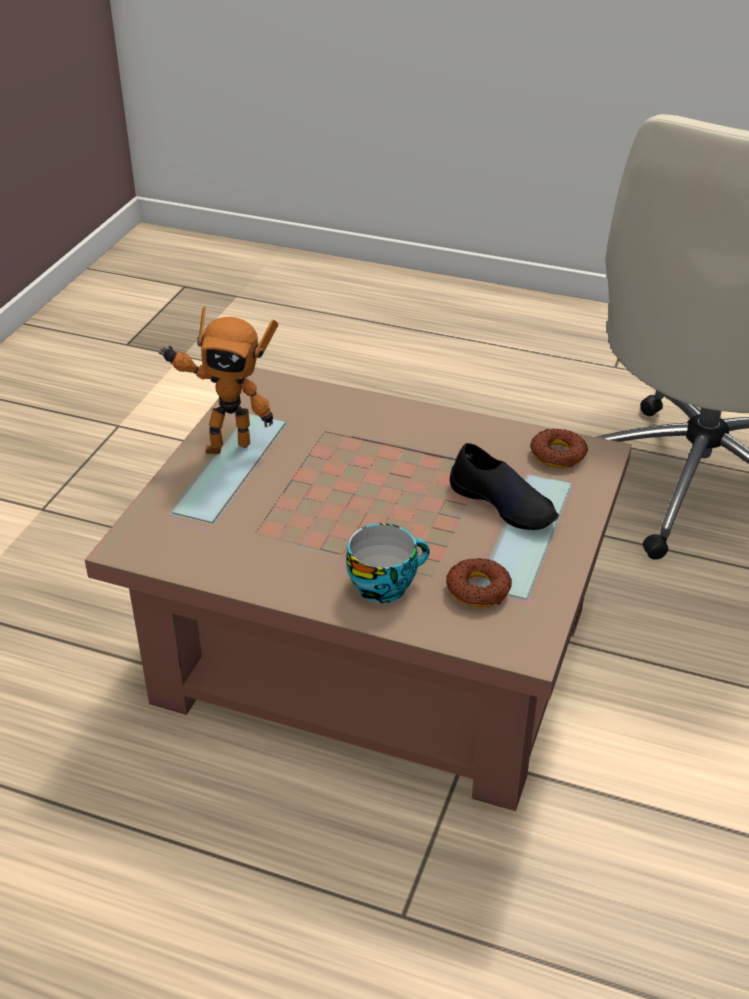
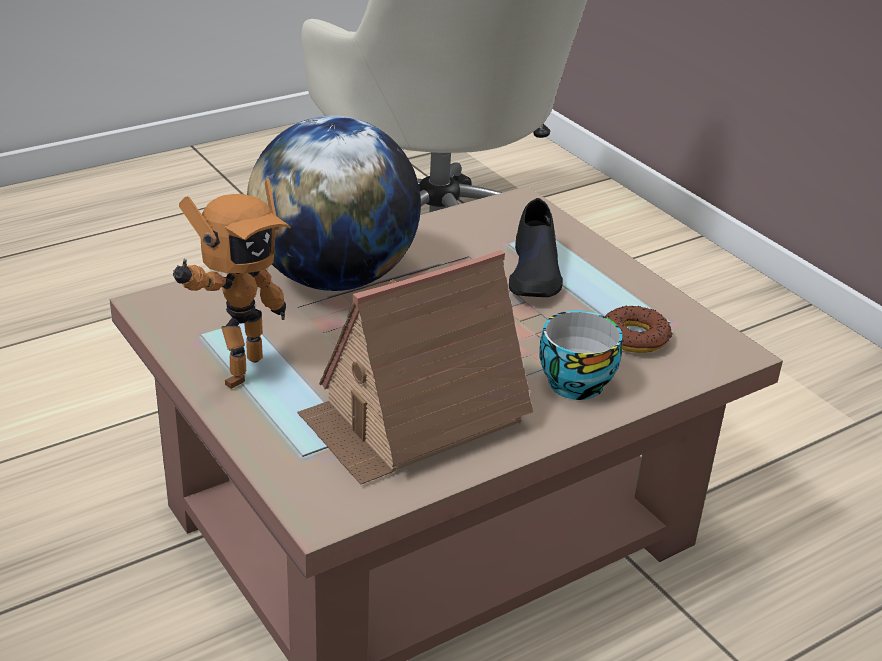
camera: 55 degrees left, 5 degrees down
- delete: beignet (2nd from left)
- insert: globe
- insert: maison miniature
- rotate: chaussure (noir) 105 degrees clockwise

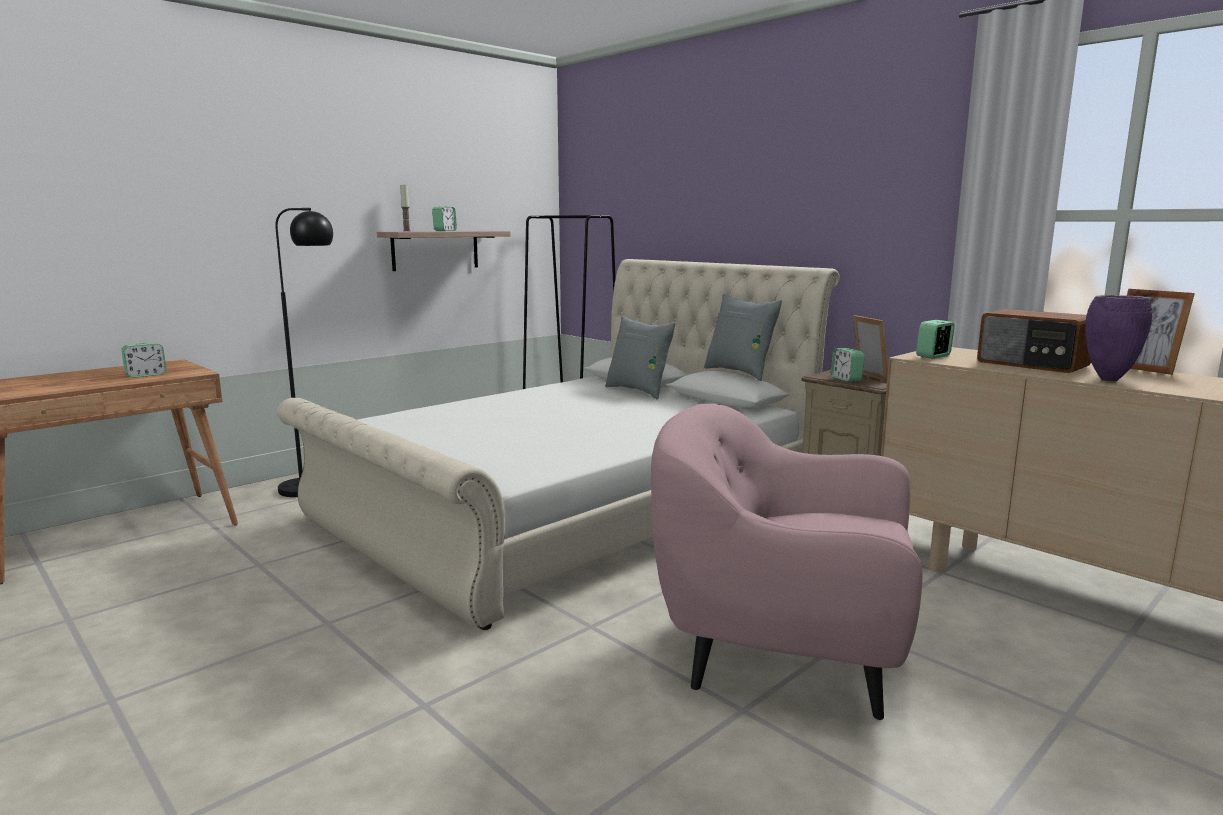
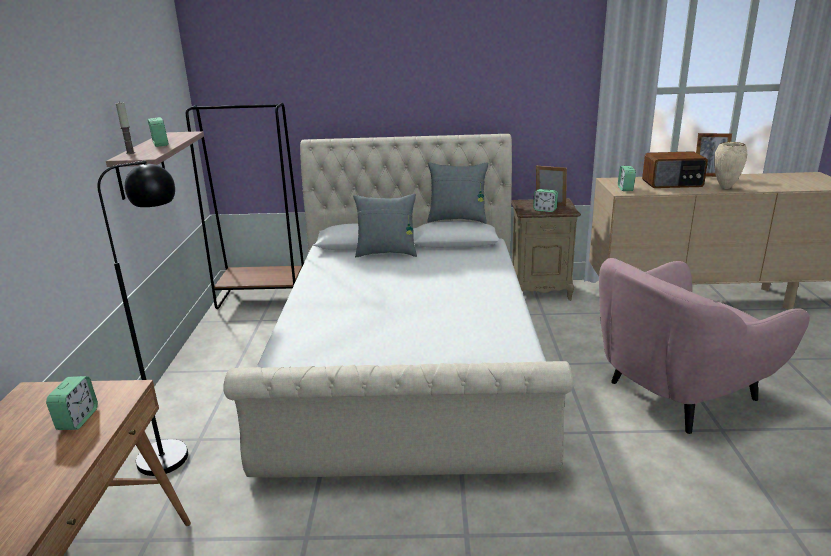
camera: 45 degrees left, 10 degrees up
- recolor: vase (violet) to vase (beige)

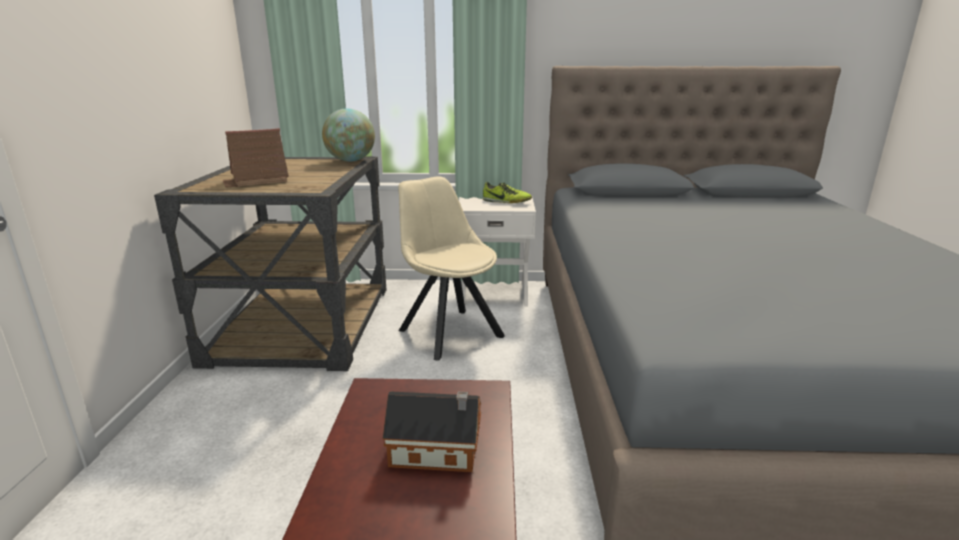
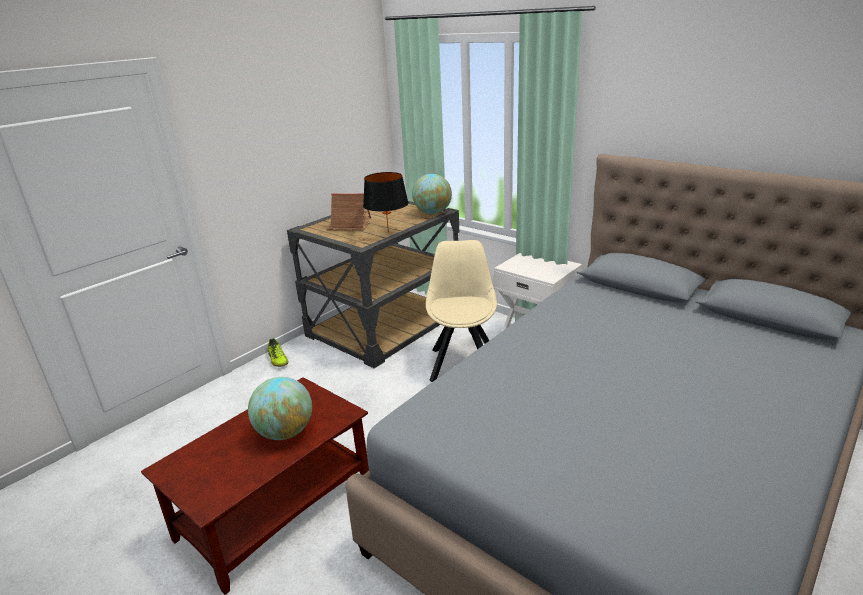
camera: 40 degrees right, 5 degrees up
- insert: lampe de table (noir)
- move: chaussure
- replace: maison miniature (2nd from left) to globe (1st from left)

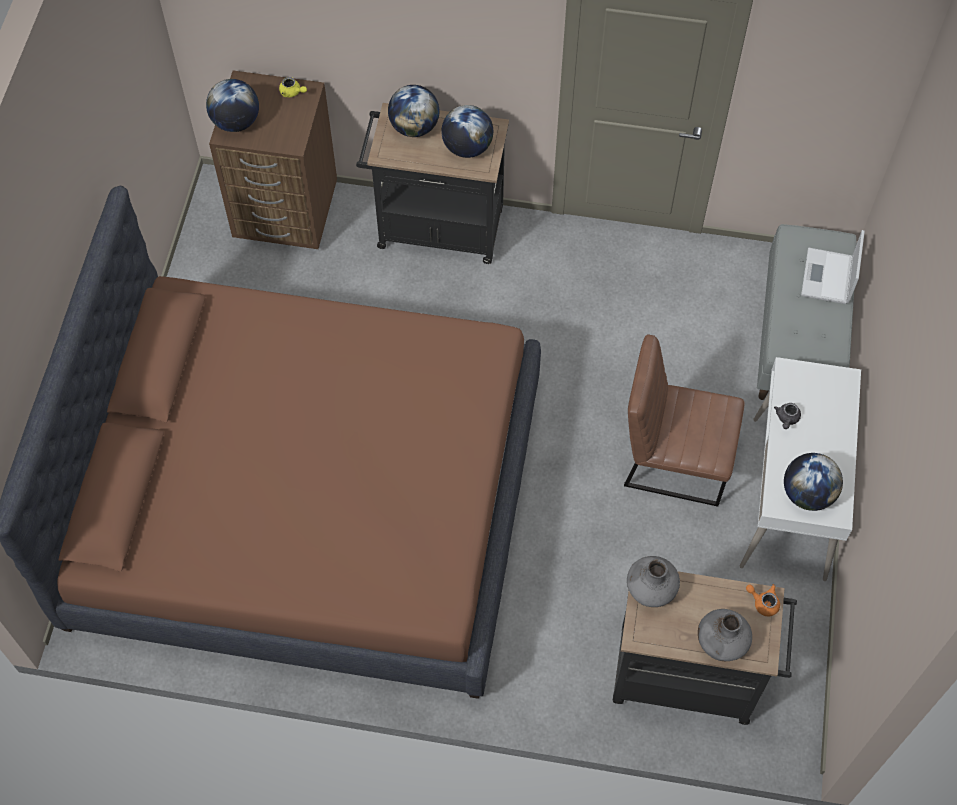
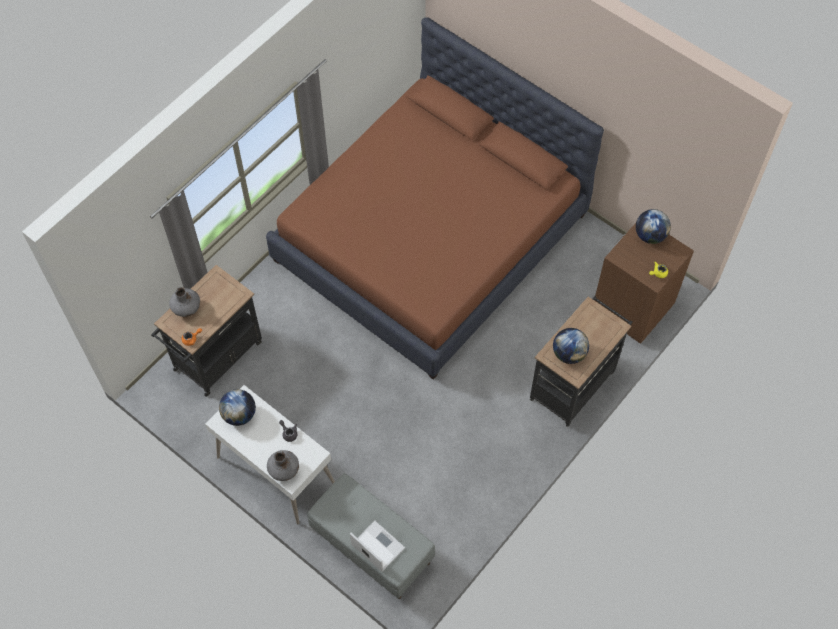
camera: 120 degrees right, 0 degrees up
- delete: globe (2nd from left)
- delete: chaise (marron)
- move: vase (gris) (1st from left in the first image) to vase (gris) (2nd from left)

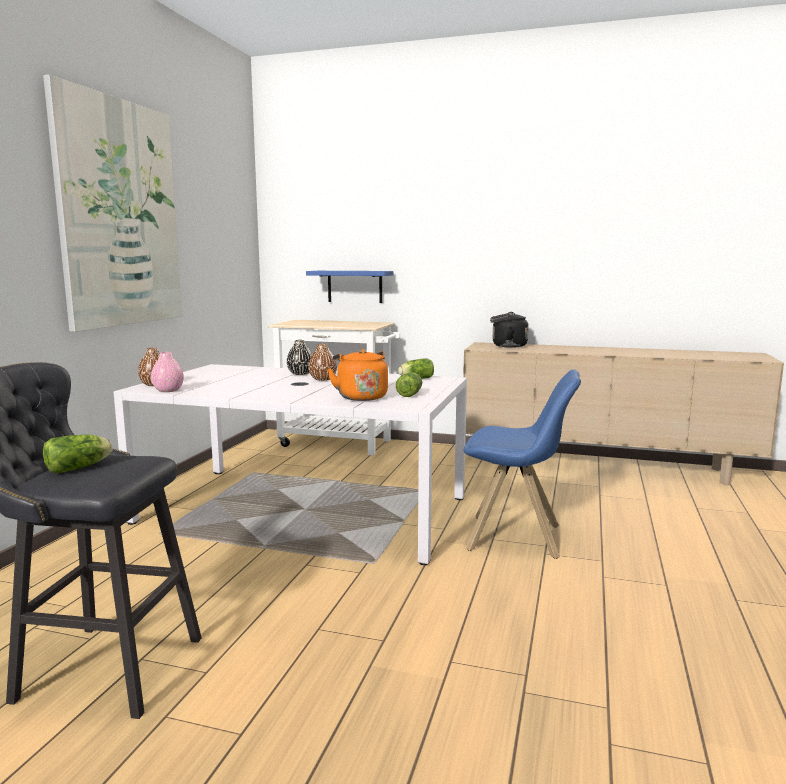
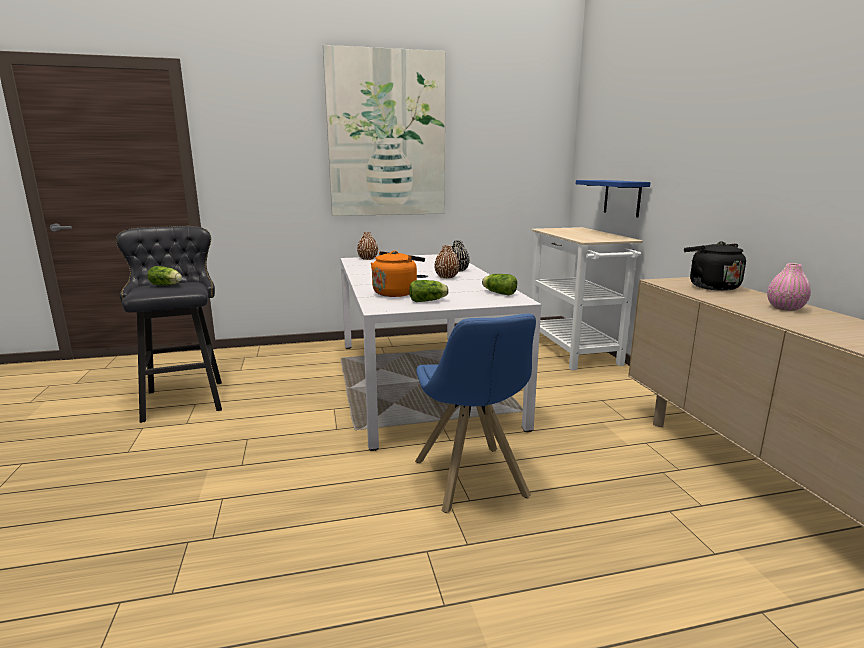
camera: 60 degrees right, 5 degrees up
- move: vase (rose)

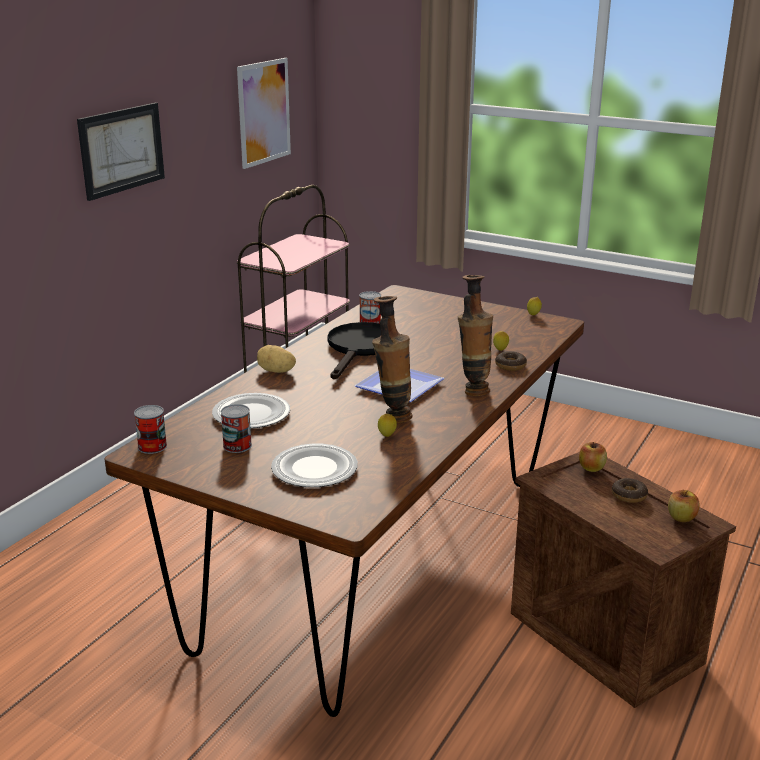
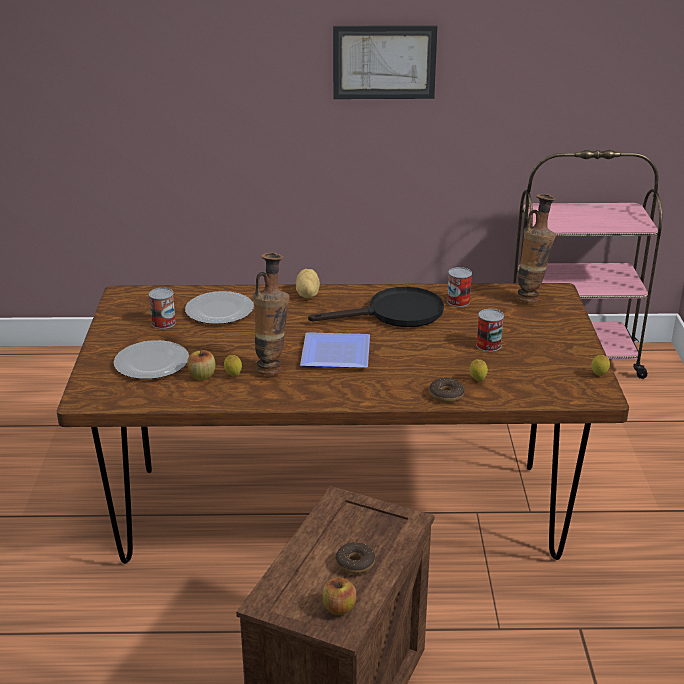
camera: 60 degrees right, 5 degrees up
- delete: tableau (2nd from left)
- move: boîte métallique (1st from left in the first image) to boîte métallique (3rd from left)
- move: vase (2nd from left)
- move: pomme (1st from left)

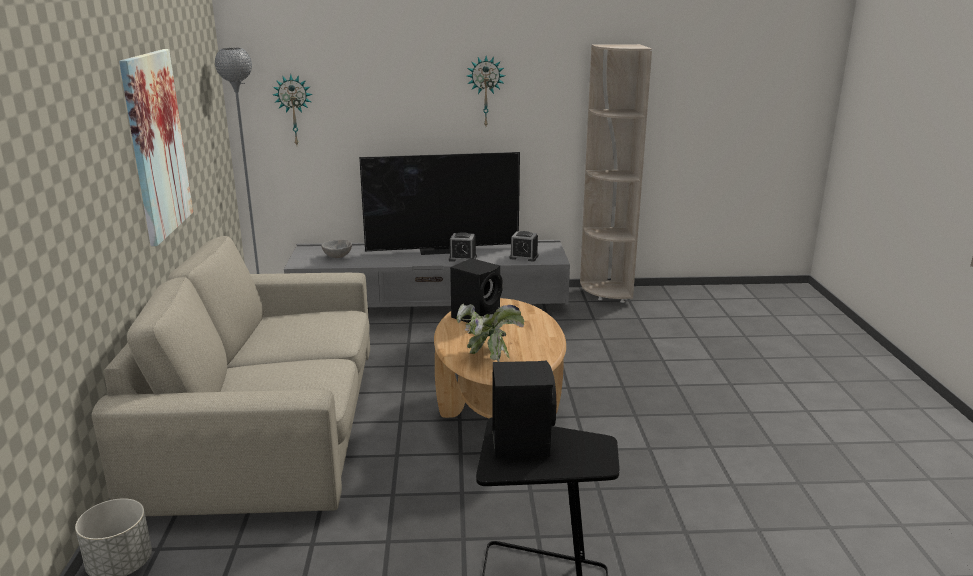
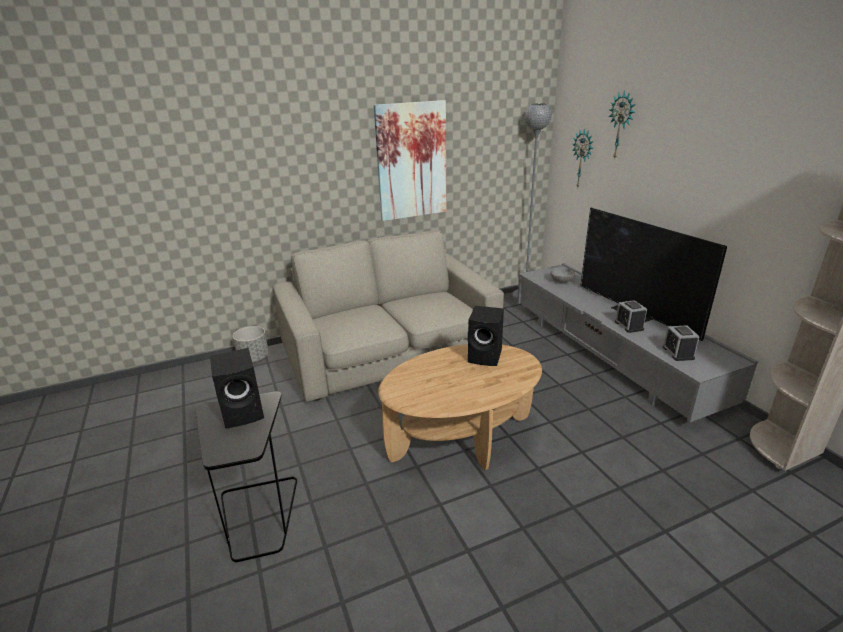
camera: 70 degrees right, 5 degrees up
- delete: plante en pot
- move: horloge murale (2nd from left)

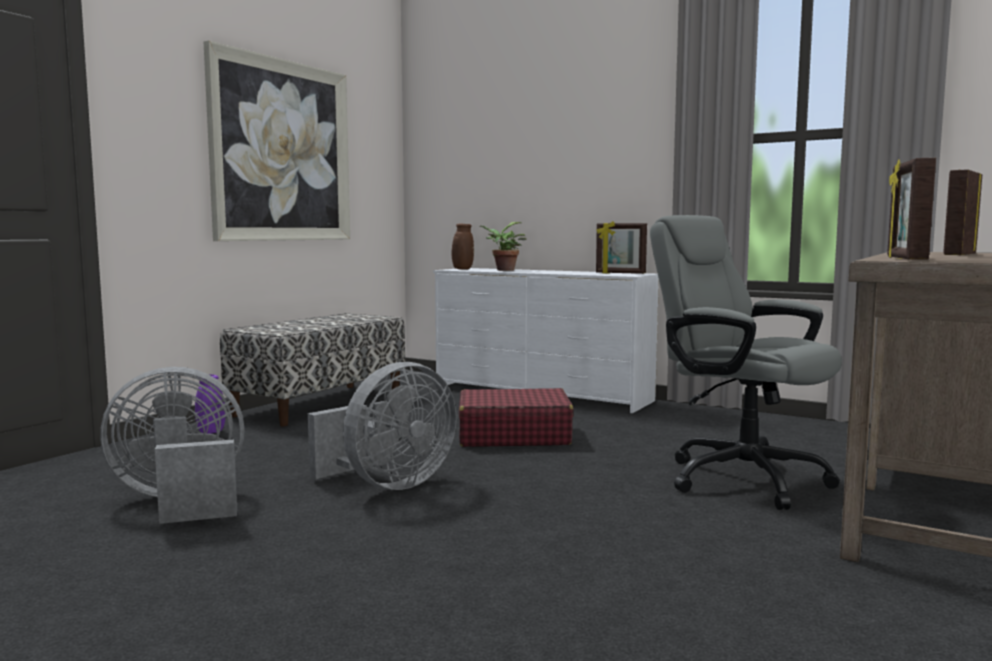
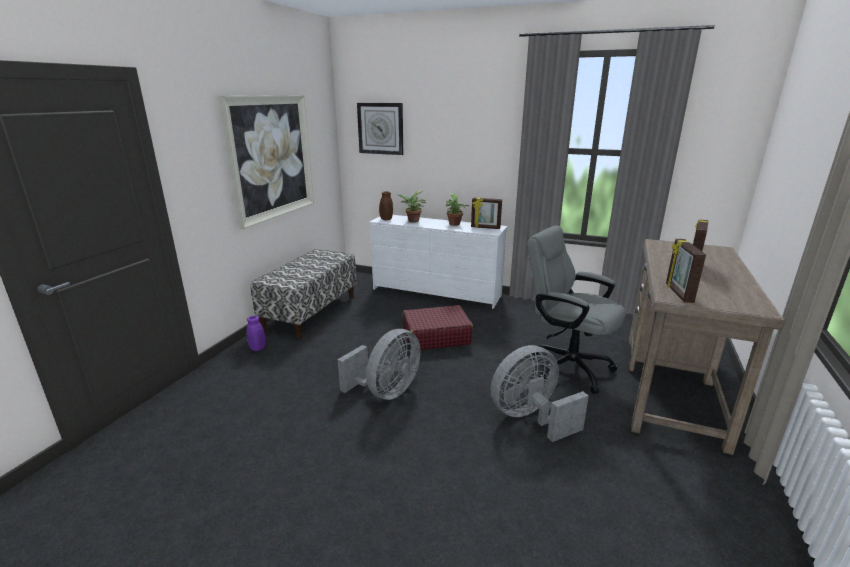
camera: 10 degrees left, 15 degrees up
- insert: horloge murale
- insert: plante en pot (2nd from left)
- move: ventilateur (gris) (1st from left in the first image) to ventilateur (gris) (2nd from left)

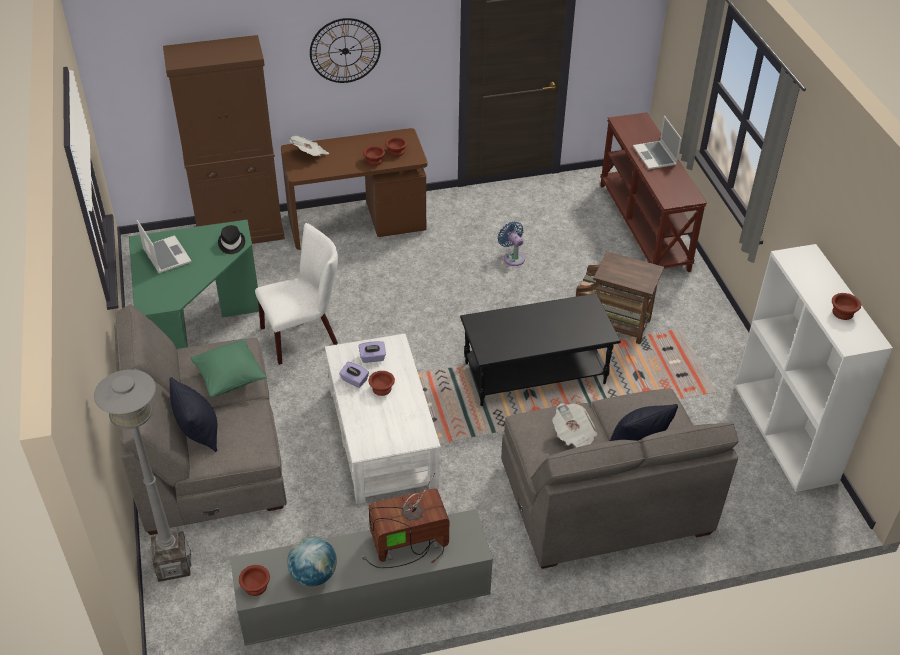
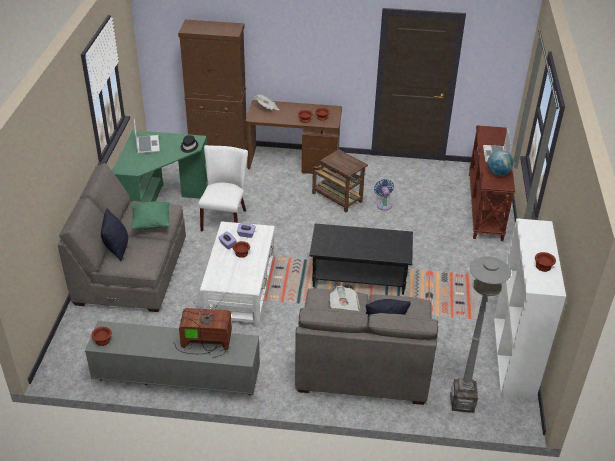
camera: 20 degrees right, 5 degrees down
- delete: horloge murale
- move: lampadaire (gris)
- move: globe
- move: table d'appoint (marron)
- rotate: chaise (blanc) 75 degrees counterclockwise

